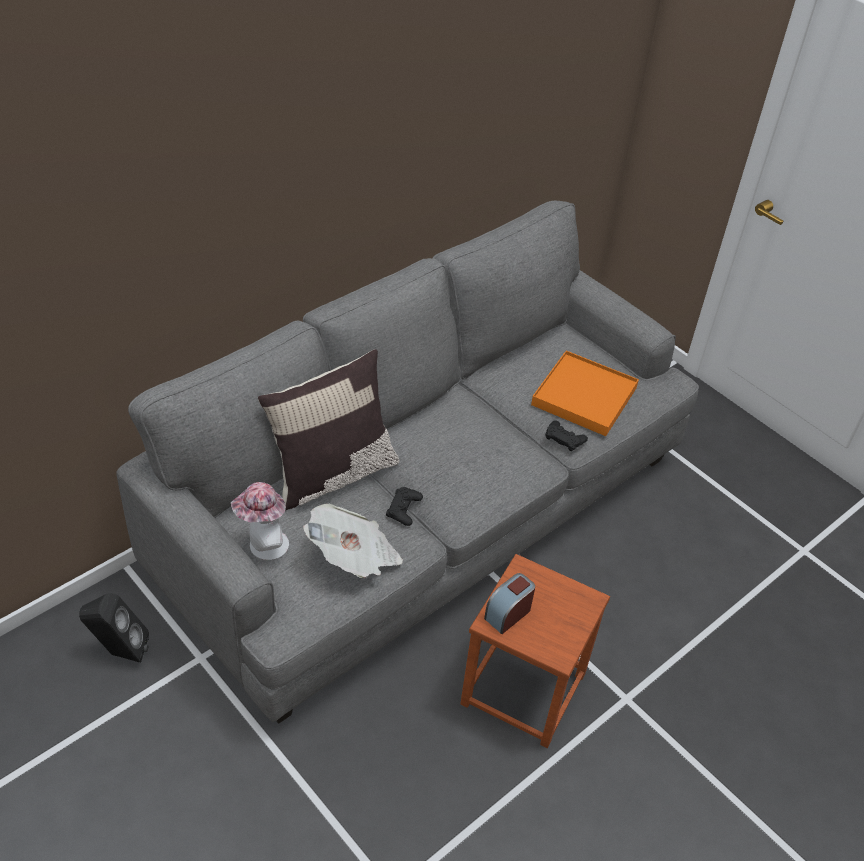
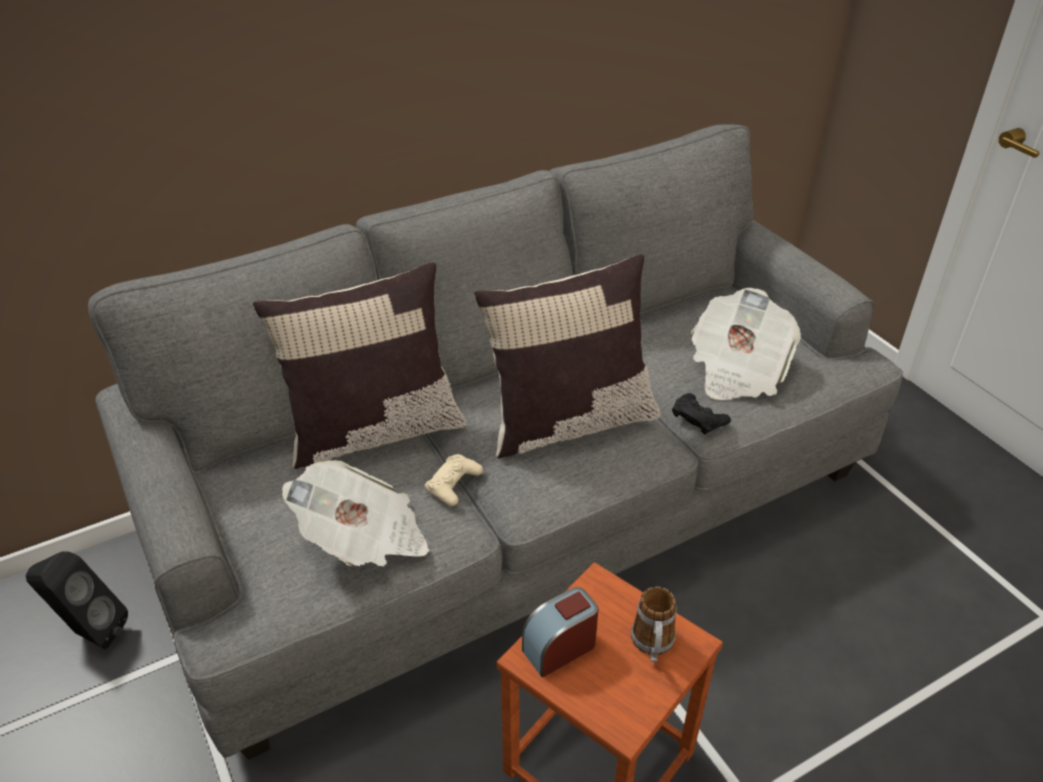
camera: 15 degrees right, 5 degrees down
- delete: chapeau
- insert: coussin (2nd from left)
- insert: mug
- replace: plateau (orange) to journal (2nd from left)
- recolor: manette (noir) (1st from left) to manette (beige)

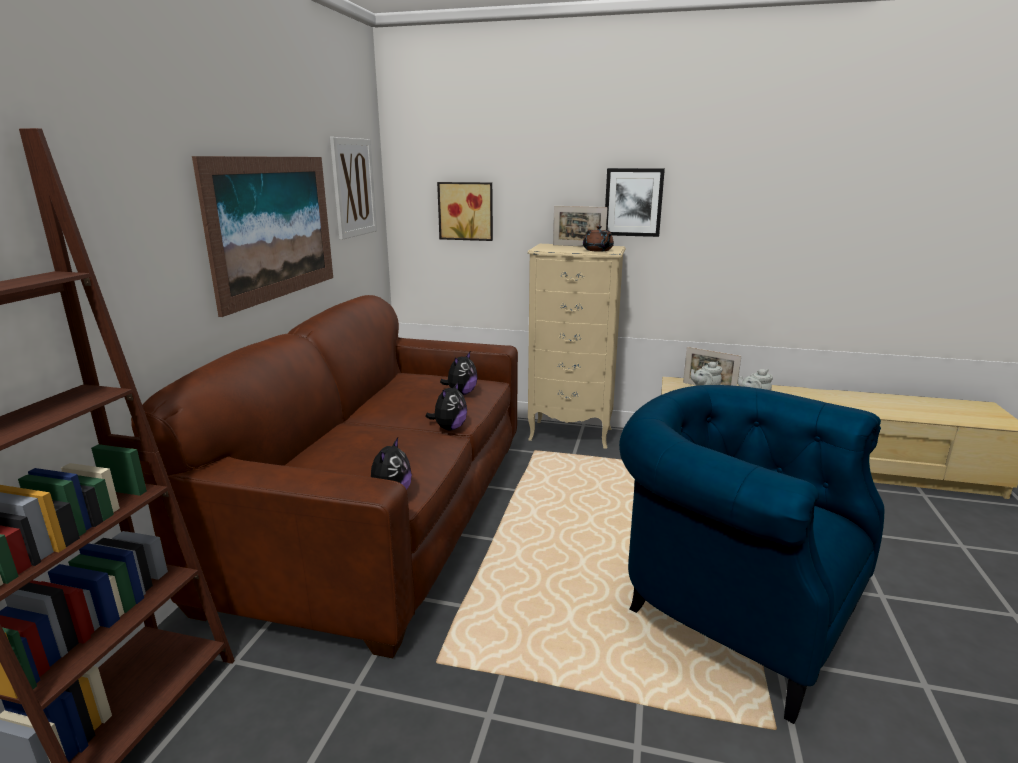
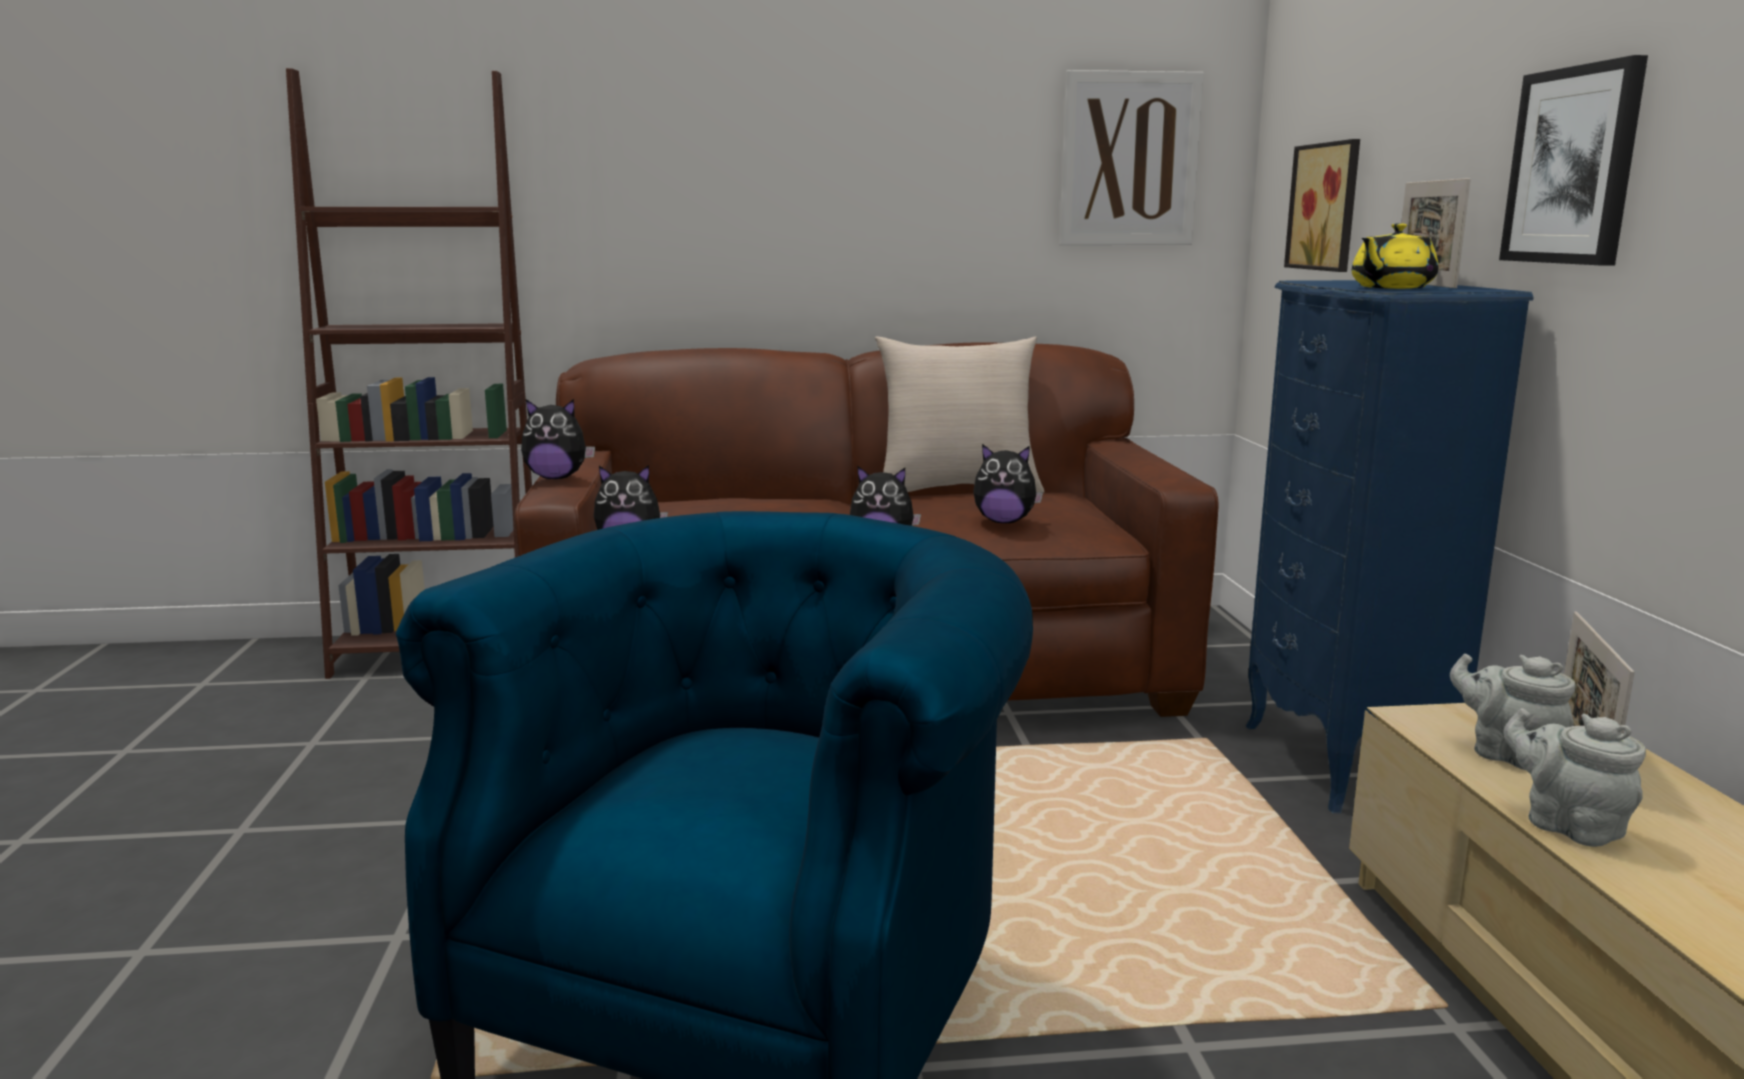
camera: 70 degrees right, 5 degrees down
- delete: tableau (1st from left)
- insert: peluche (1st from left)
- insert: coussin (beige)
- recolor: commode (beige) to commode (bleu)
- recolor: théière (marron) to théière (jaune)

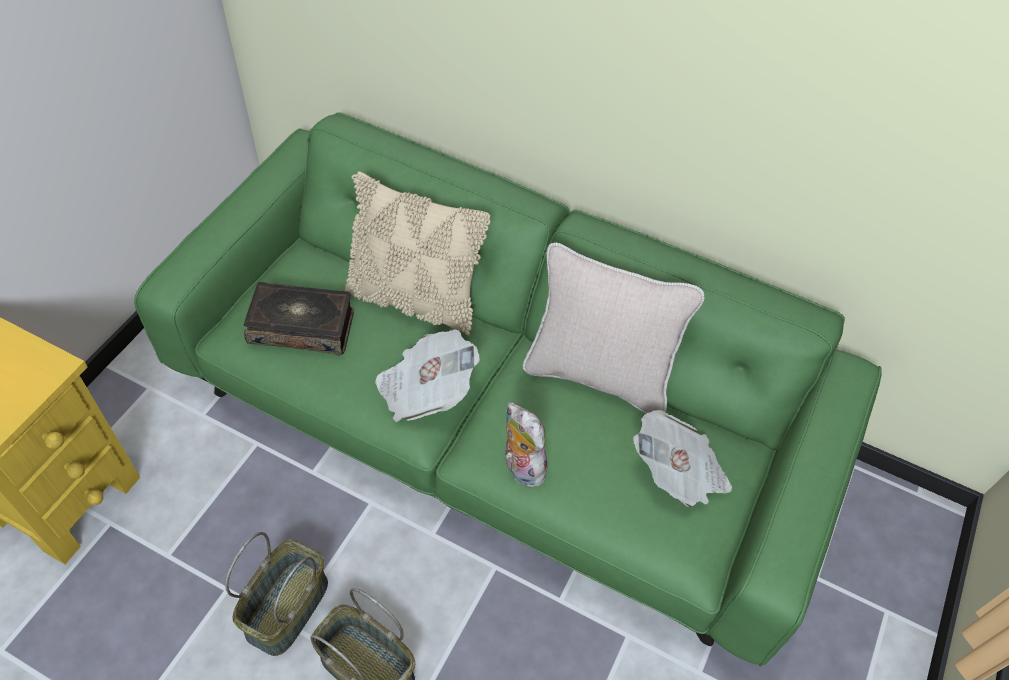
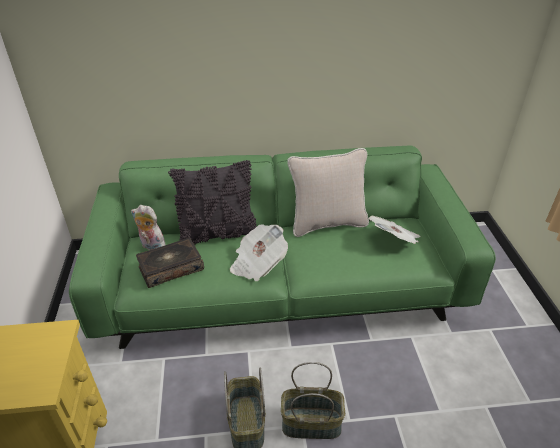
camera: 30 degrees left, 15 degrees down
- move: peluche
- recolor: coussin (beige) (1st from left) to coussin (noir)

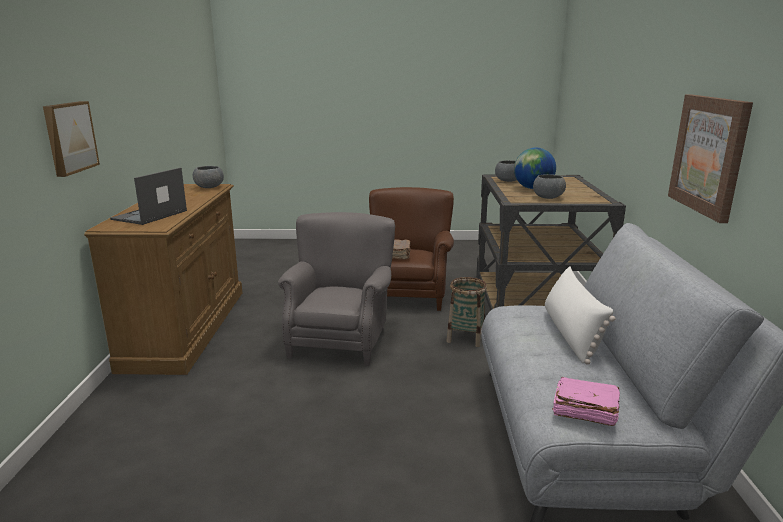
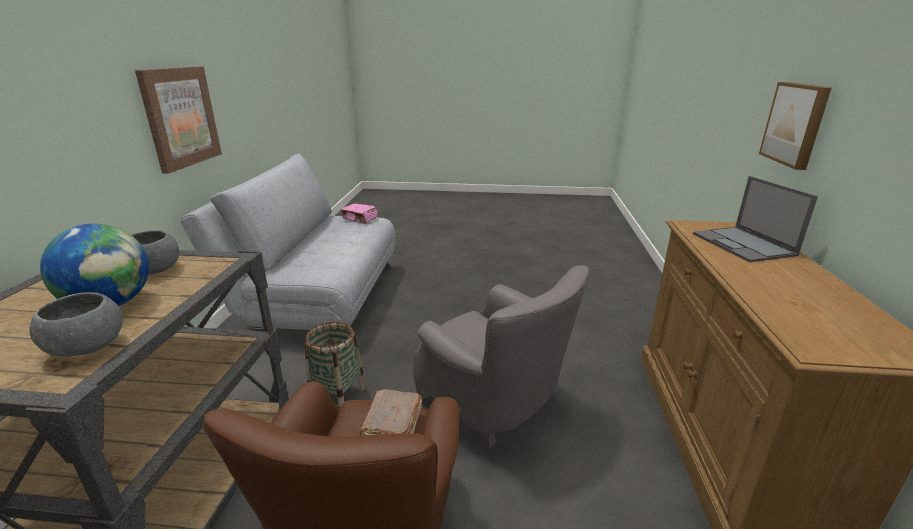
camera: 175 degrees left, 5 degrees up
- delete: bol (gris) (1st from left)
- delete: coussin (blanc)
- rotate: ordinateur portable 135 degrees clockwise
- rotate: fauteuil (gris) 60 degrees counterclockwise

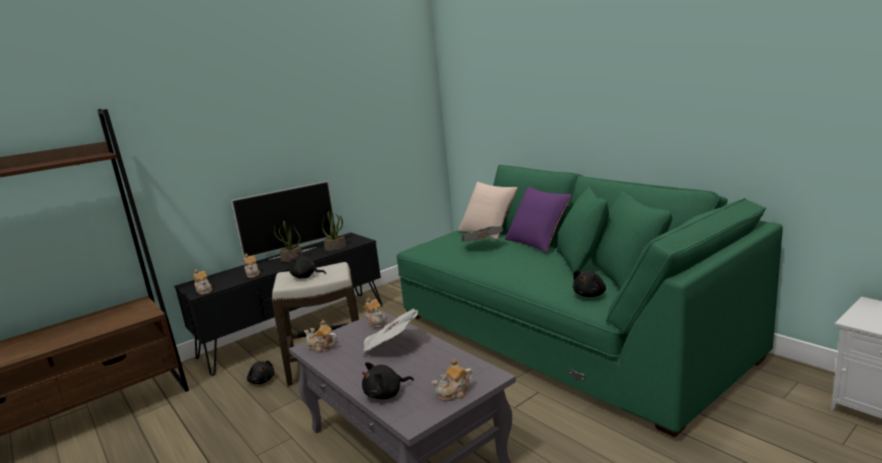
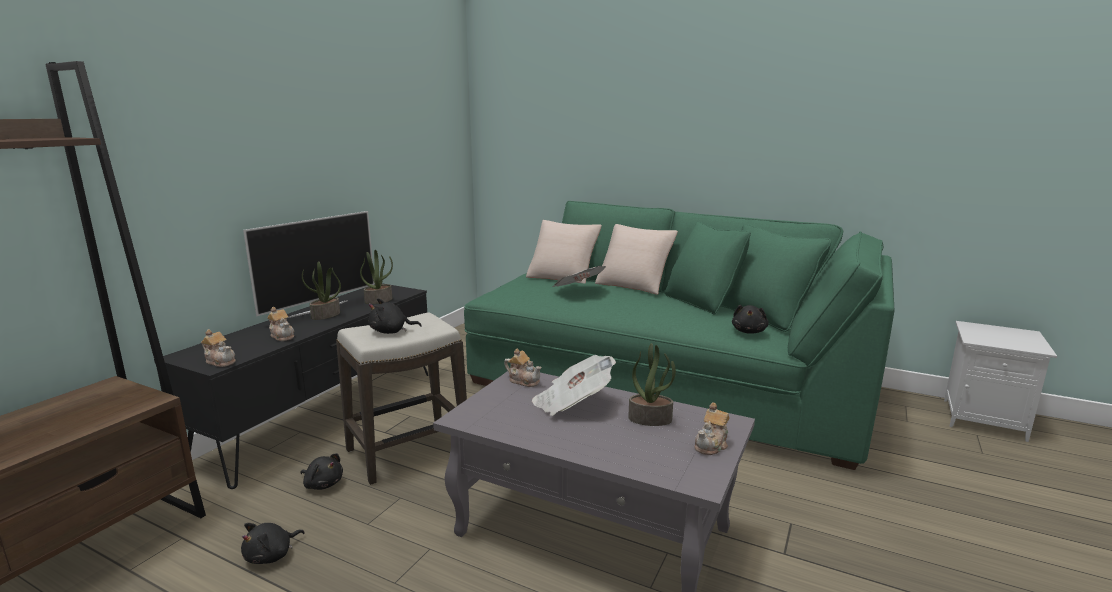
camera: 25 degrees left, 0 degrees up
- delete: théière (3rd from left)
- insert: plante en pot (3rd from left)
- move: peluche (noir) (3rd from left in the first image) to peluche (noir) (1st from left)
- recolor: coussin (violet) to coussin (beige) (2nd from left)

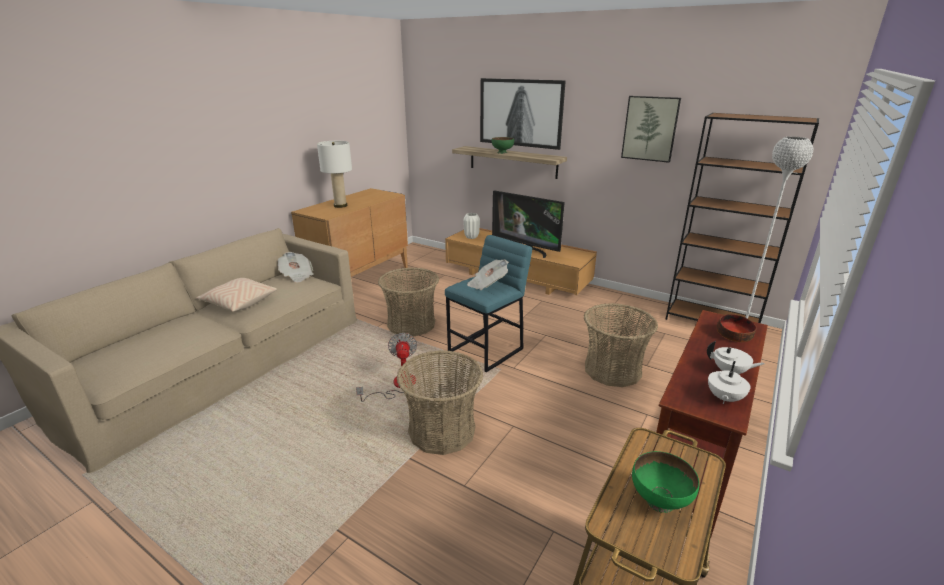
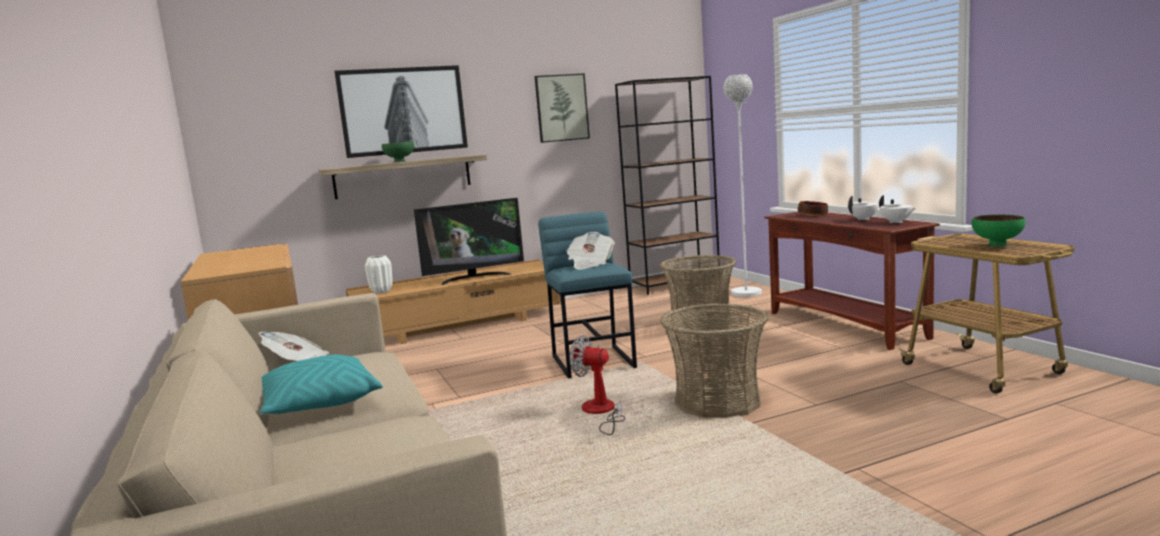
camera: 55 degrees left, 15 degrees down
- delete: lampe de table (blanc)
- delete: panier (1st from left)
- recolor: coussin (beige) to coussin (turquoise)

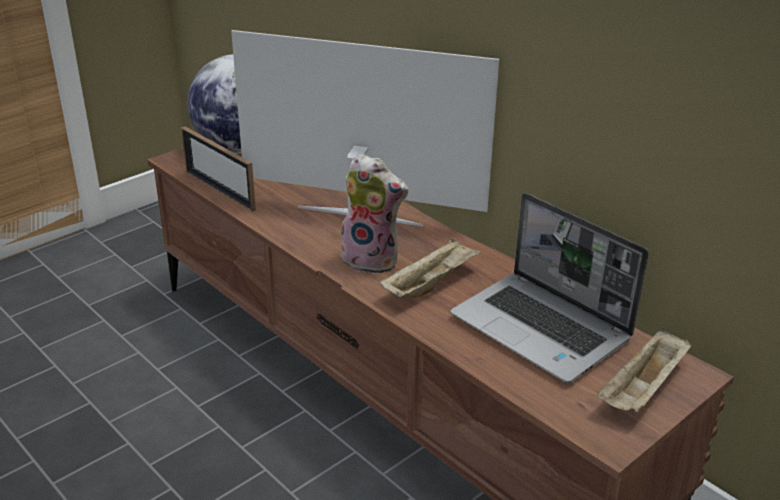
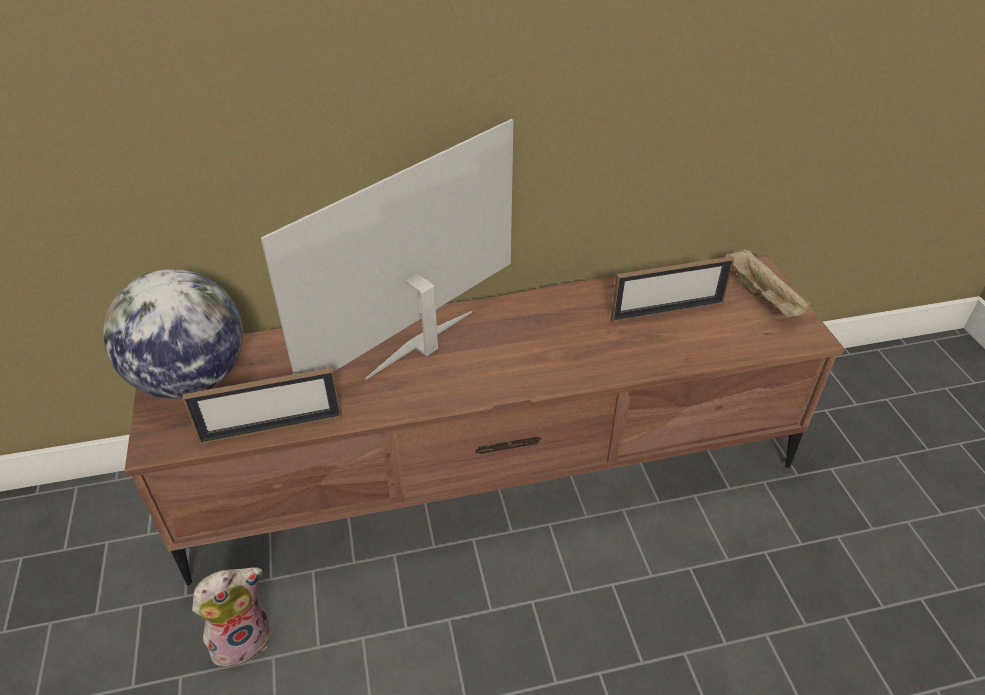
camera: 60 degrees left, 10 degrees up
- delete: plateau (beige) (1st from left)
- move: peluche
- replace: ordinateur portable to cadre photo (2nd from left)

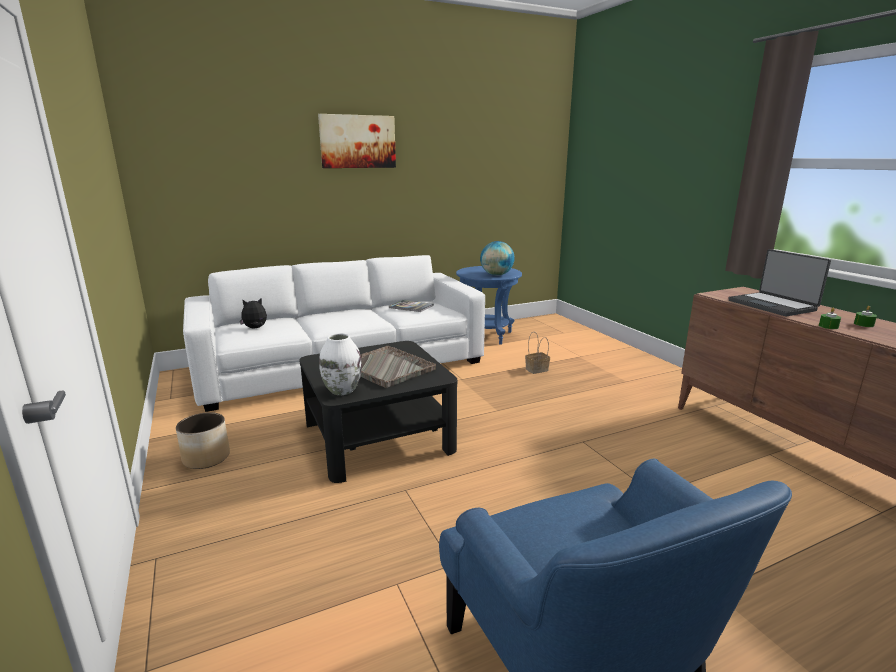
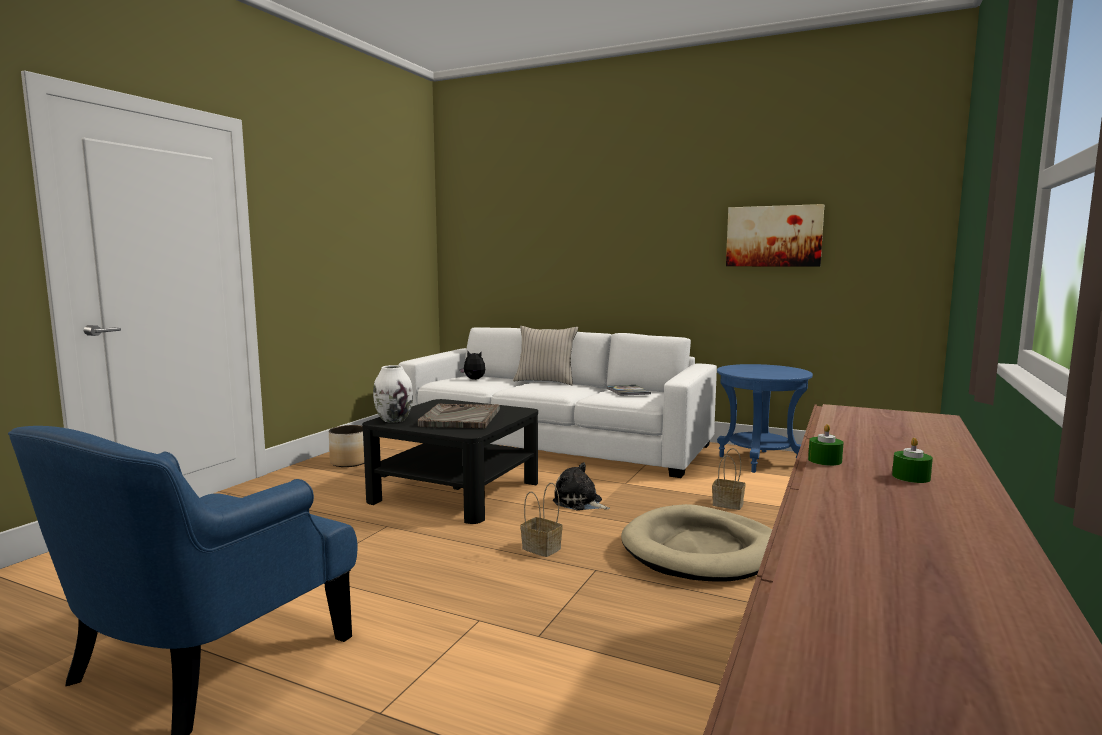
camera: 50 degrees right, 10 degrees down
- delete: globe
- delete: ordinateur portable
- insert: coussin (beige)
- insert: panier (1st from left)
- insert: peluche (2nd from left)
- insert: panier pour chien (beige)
- move: tableau

